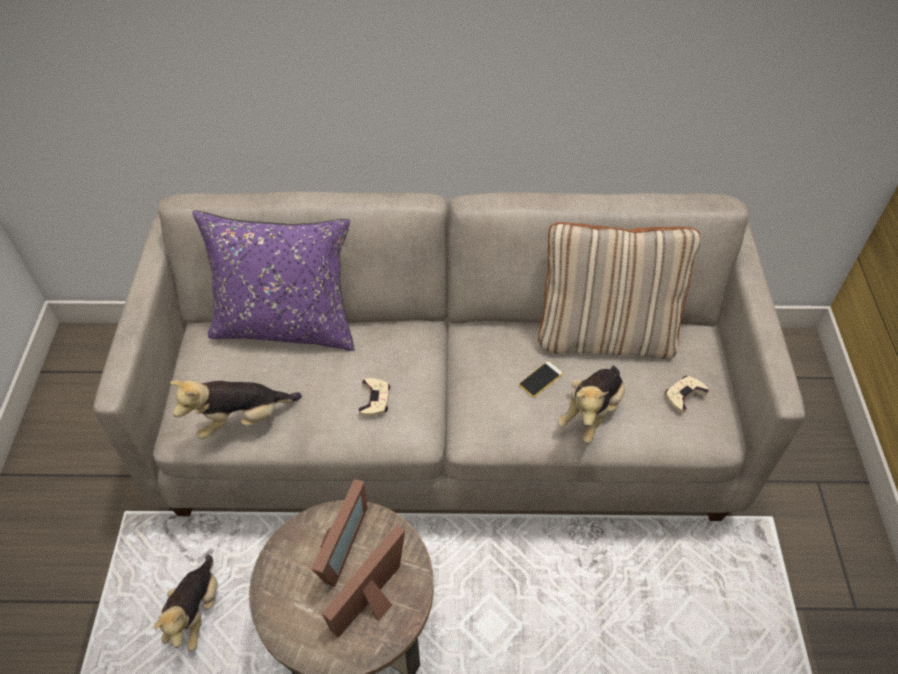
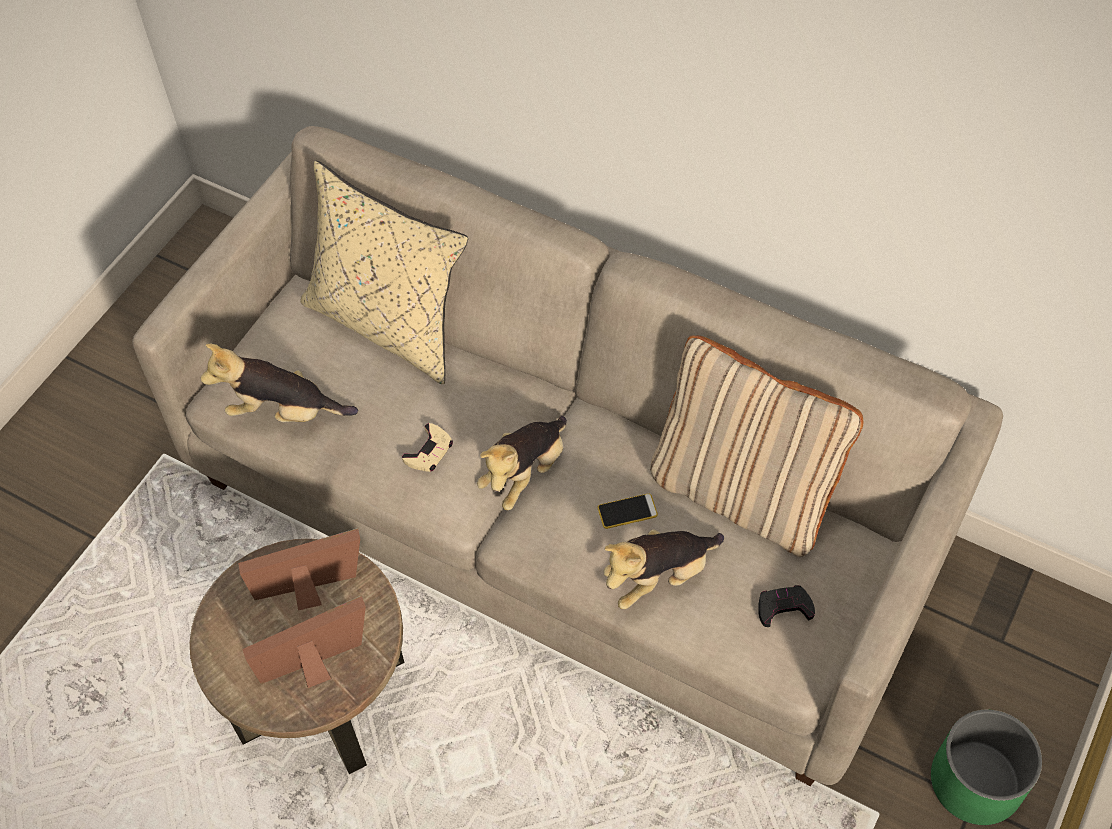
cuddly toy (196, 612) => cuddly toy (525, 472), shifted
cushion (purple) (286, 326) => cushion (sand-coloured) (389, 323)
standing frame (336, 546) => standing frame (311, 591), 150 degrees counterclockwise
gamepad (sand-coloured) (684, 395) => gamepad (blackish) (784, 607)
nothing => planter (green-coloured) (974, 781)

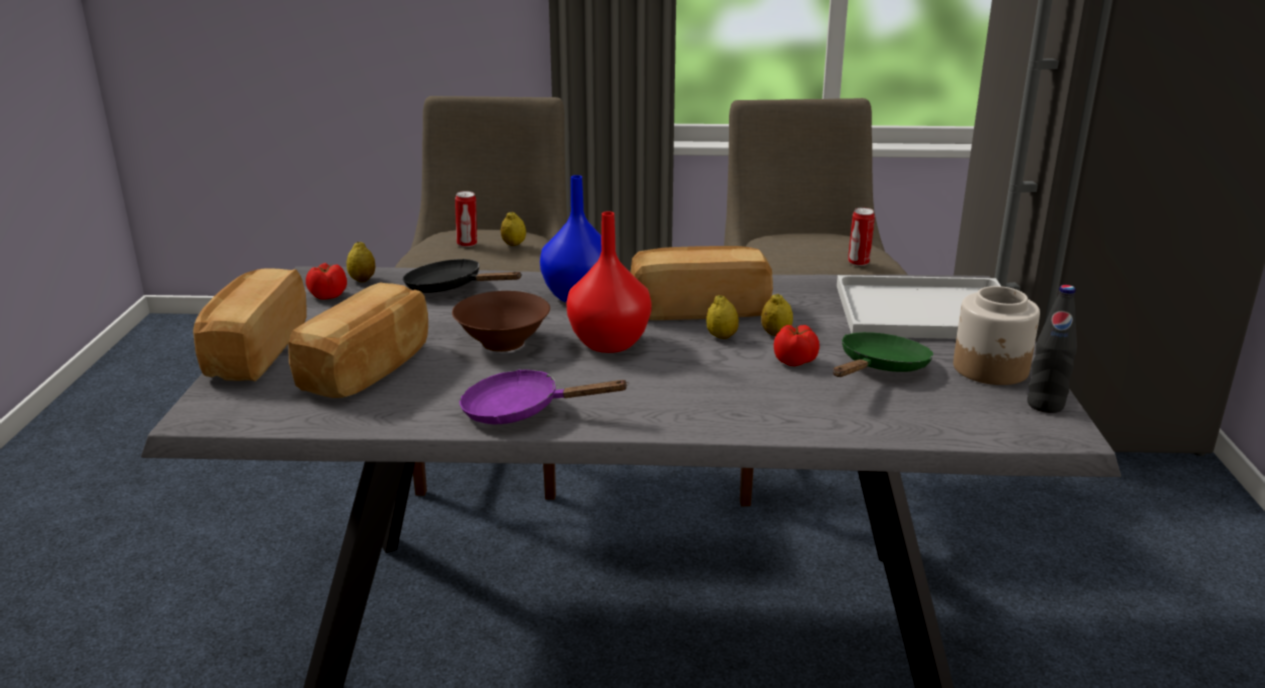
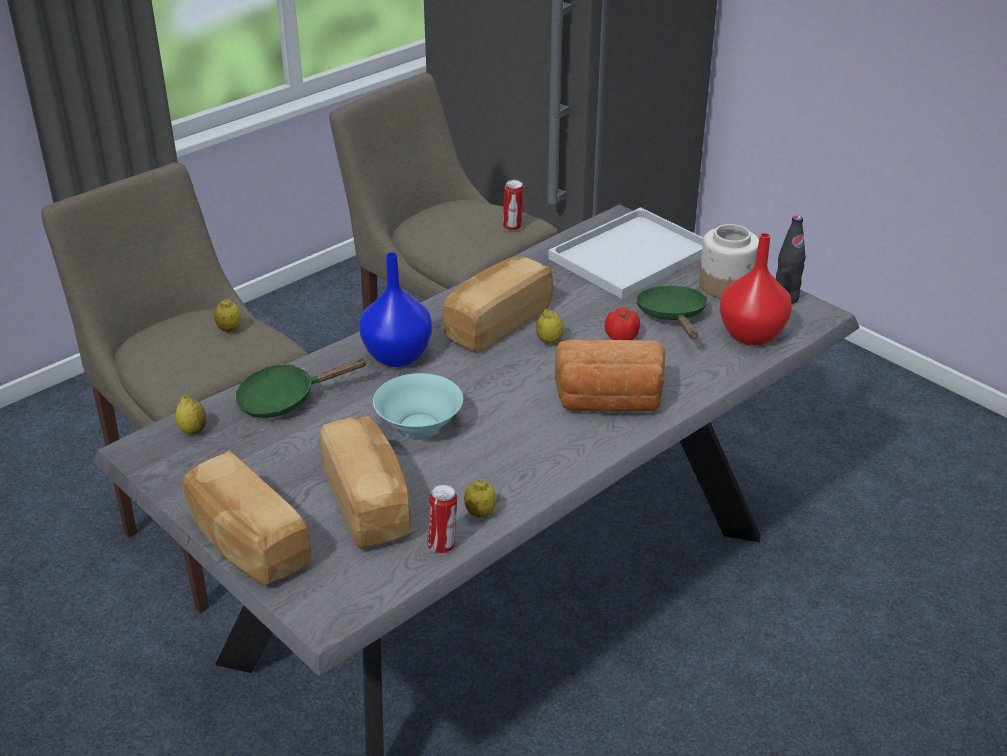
whole tomato (327, 295) => nothing
skillet (blackish) (451, 288) => skillet (green-coloured) (285, 399)
bowl (brown-coloured) (503, 343) => bowl (turquoise-coloured) (420, 426)
sealed can (467, 244) => sealed can (443, 545), shifted
skillet (purple) (521, 411) => nothing
flower vase (red-coloured) (609, 344) => flower vase (red-coloured) (753, 335), shifted
citrus fruit (776, 334) => citrus fruit (480, 513), shifted
nothing => bread (609, 402)

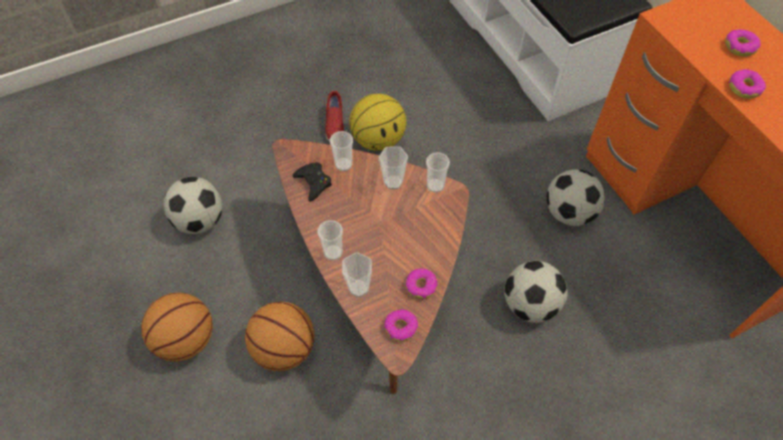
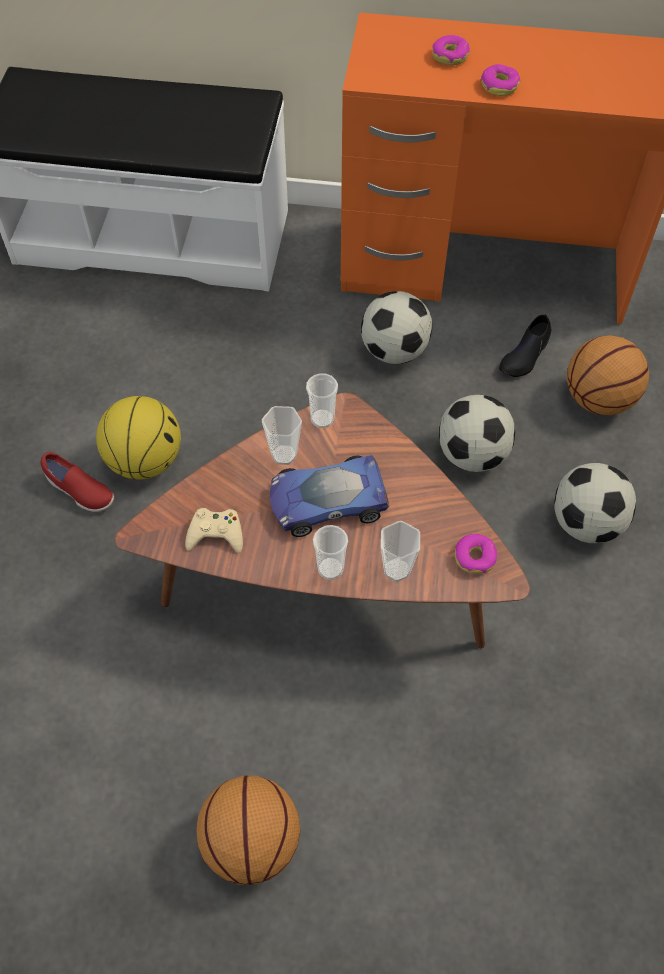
football ball (199, 220) => football ball (586, 523), shifted
basketball (284, 349) => basketball (598, 400), shifted
gamepad (blackish) (313, 183) => gamepad (sand-coloured) (216, 534)
drinking cup (343, 164) => nothing
donut (421, 286) => nothing
nothing => model car (326, 501)
nothing => shoe (blackish) (525, 355)

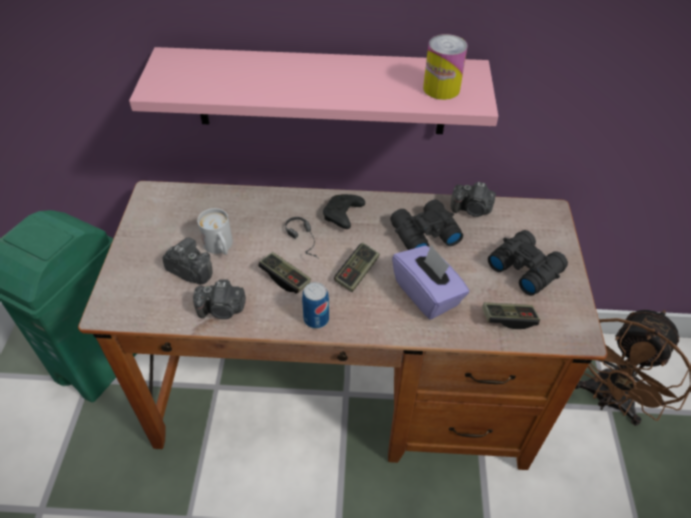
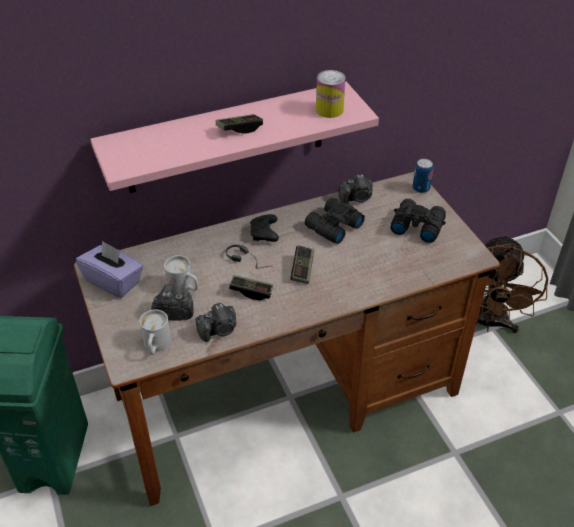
sealed can (316, 319) => sealed can (421, 188), shifted
tissue box (purple) (427, 294) => tissue box (purple) (114, 281), shifted
gamepad (508, 319) => gamepad (239, 129), shifted
nothing => mug (white-coloured) (156, 346)

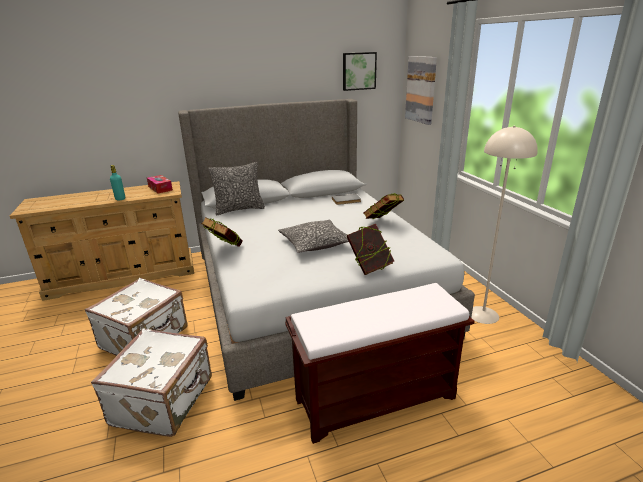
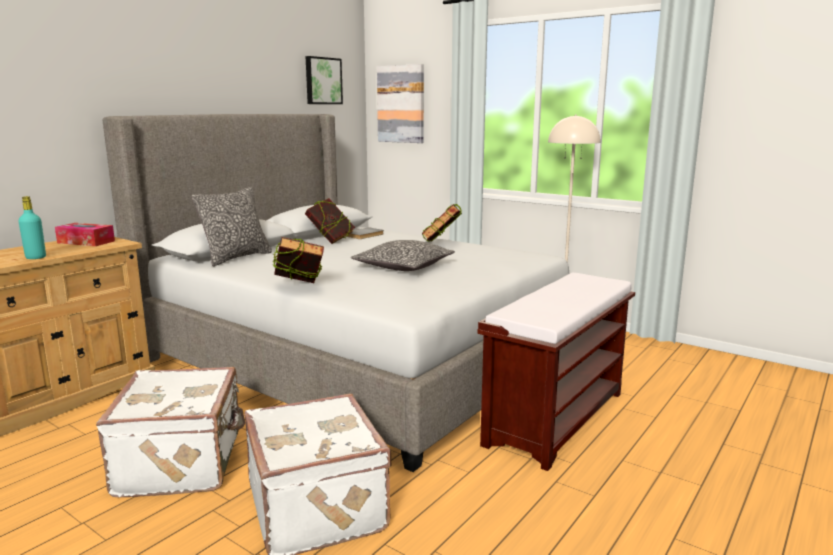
bound book (369, 267) => bound book (331, 241), shifted

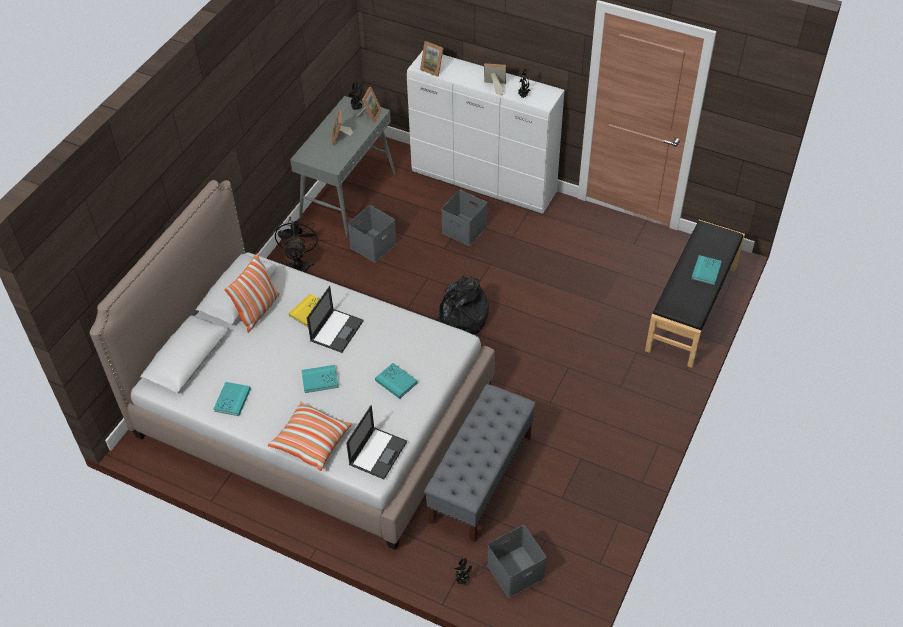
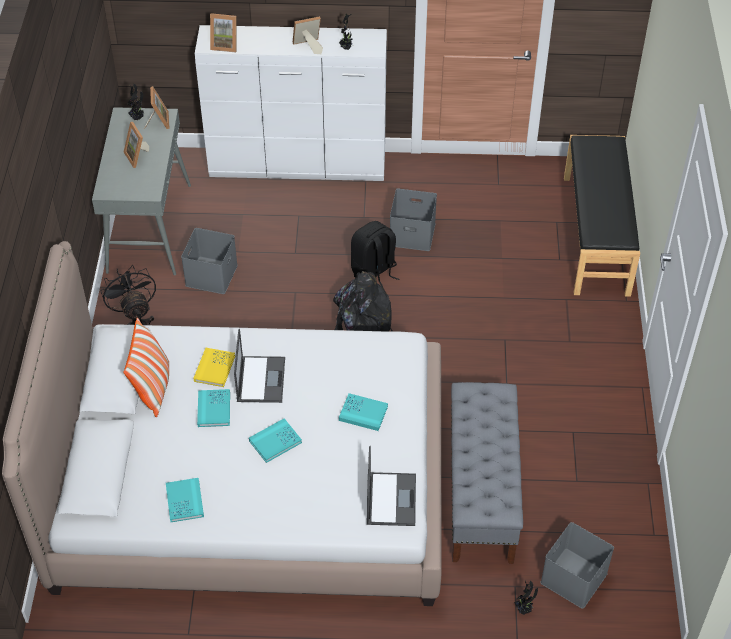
cushion (311, 442) => nothing
storage bin (gray) (465, 229) => storage bin (gray) (413, 233), shifted
bound book (turquoise-coloured) (706, 271) => bound book (turquoise-coloured) (214, 409), shifted
nothing => rucksack (blackish) (374, 272)

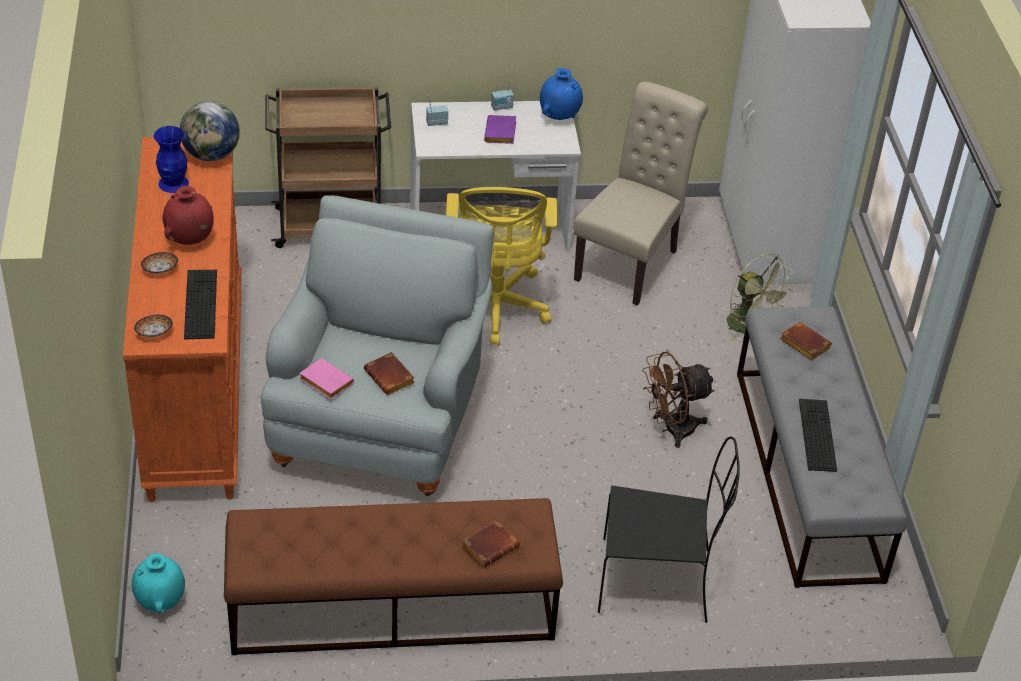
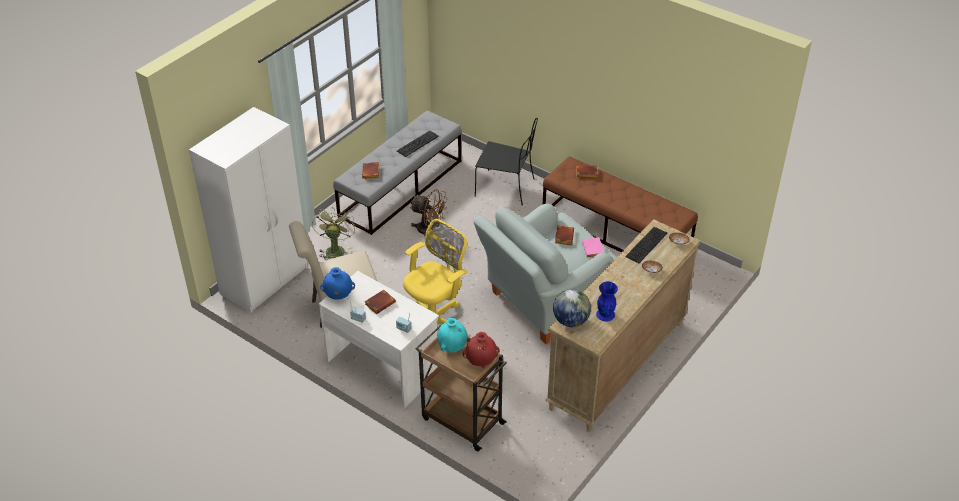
drawer chest (orange-coloured) (196, 388) => drawer chest (sand-coloured) (616, 366)
flower vase (turquoise-coloured) (160, 602) => flower vase (turquoise-coloured) (452, 347), shifted
flower vase (red-coloured) (190, 240) => flower vase (red-coloured) (481, 361), shifted
bound book (purple) (501, 134) => bound book (brown-coloured) (380, 303)
plain chair (blackish) (658, 581) => plain chair (blackish) (506, 188), 150 degrees clockwise

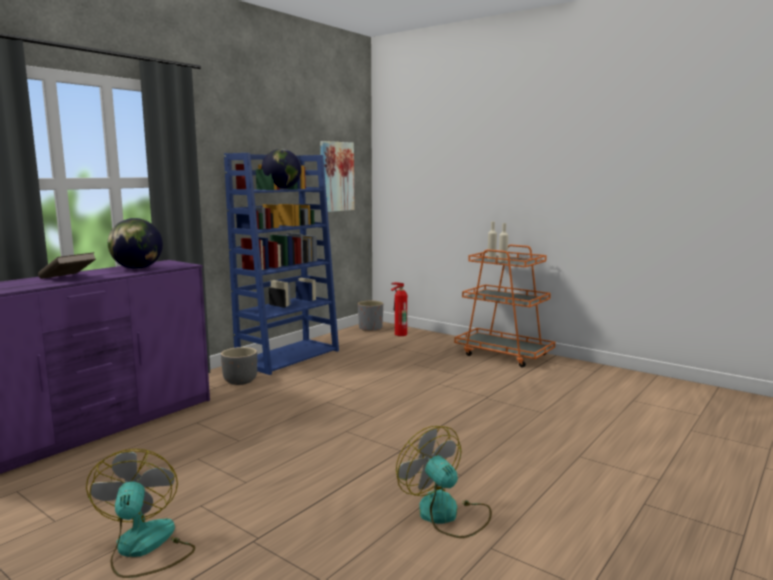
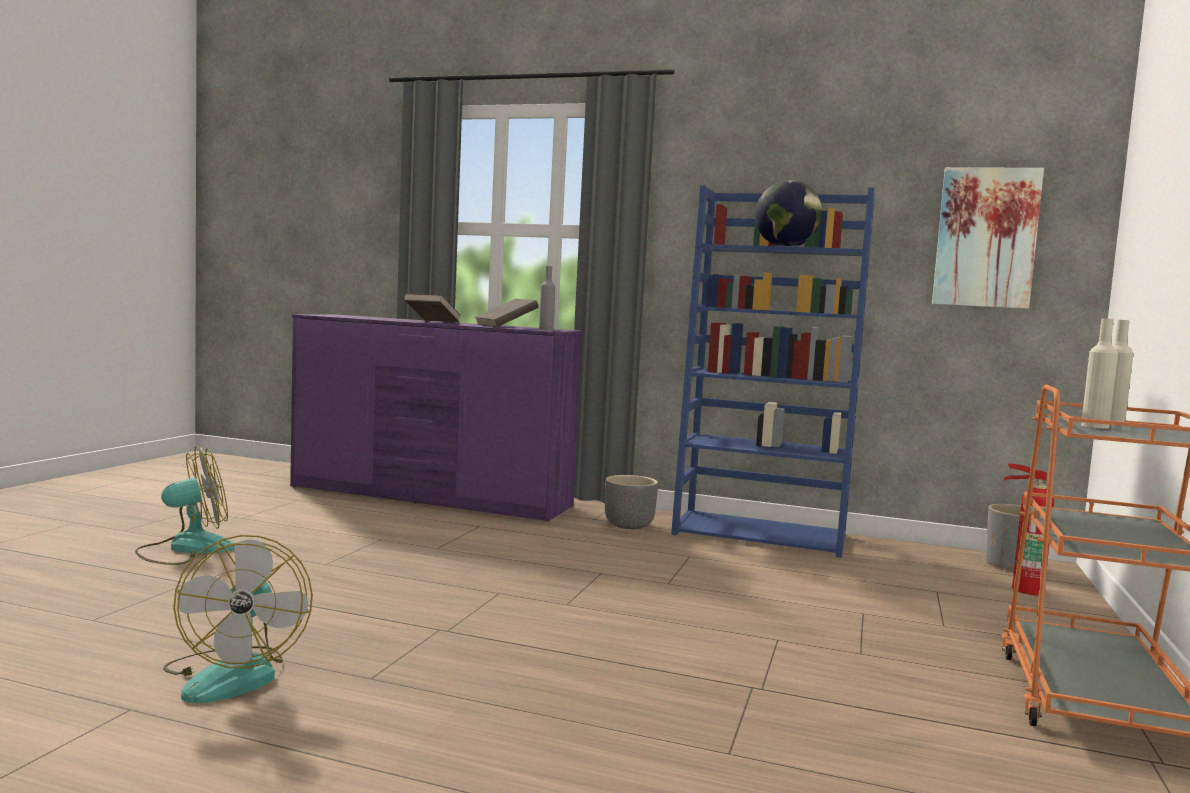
desk globe (137, 268) => bound book (brown-coloured) (506, 326)
electric fan (446, 515) => electric fan (235, 674), 135 degrees clockwise
nothing => drink bottle (gray) (546, 330)

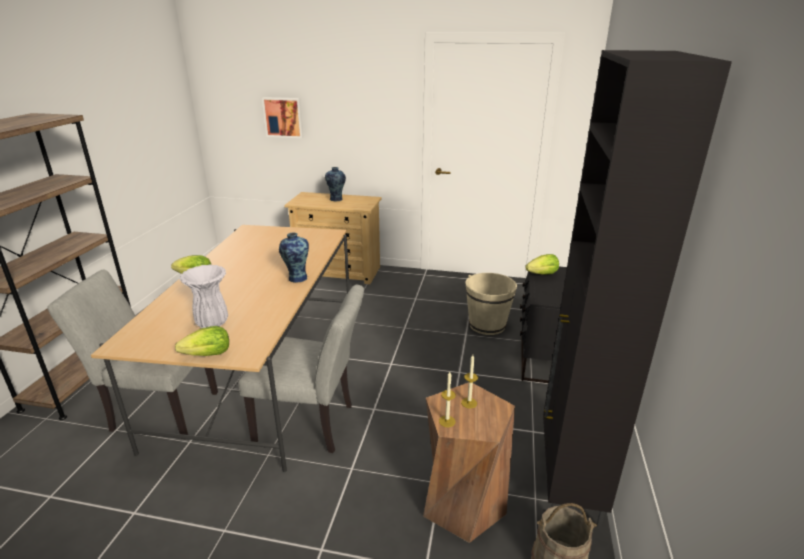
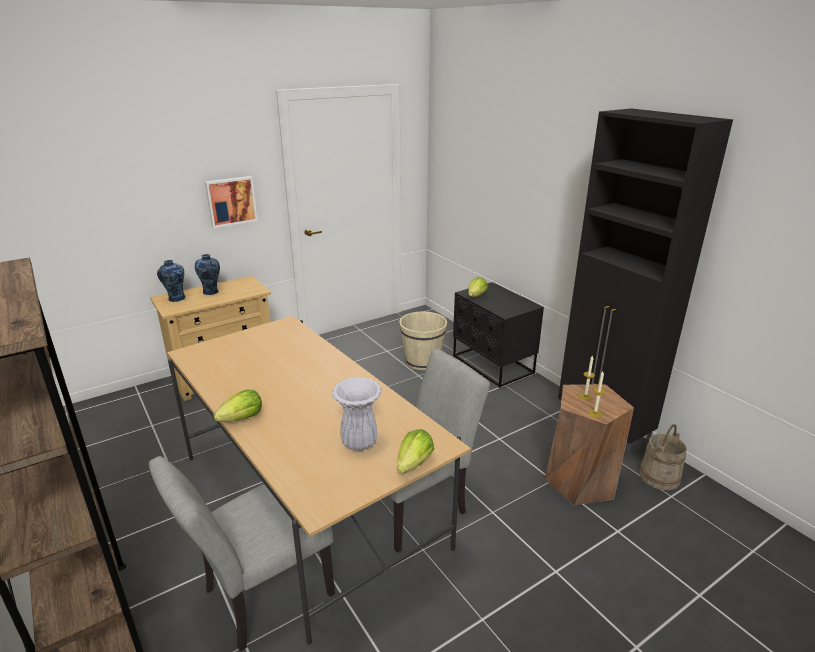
wall art (284, 117) => wall art (231, 201), shifted
flower vase (297, 278) => flower vase (176, 298), shifted

